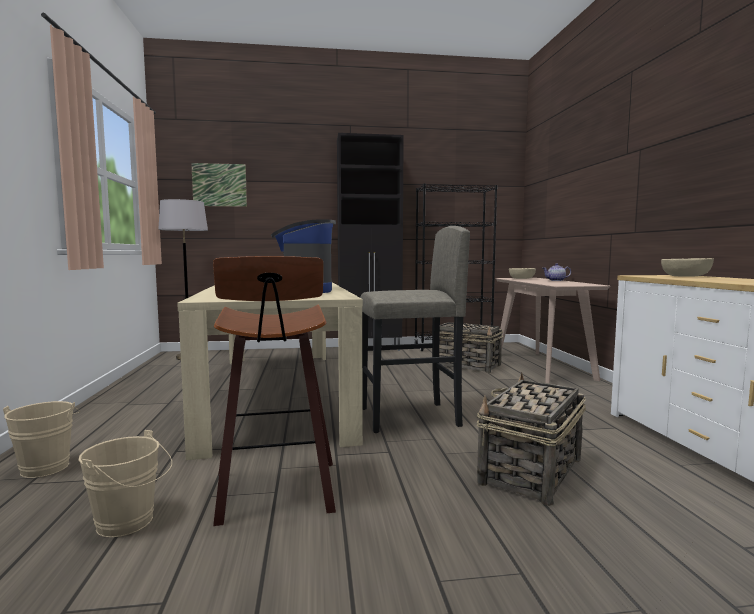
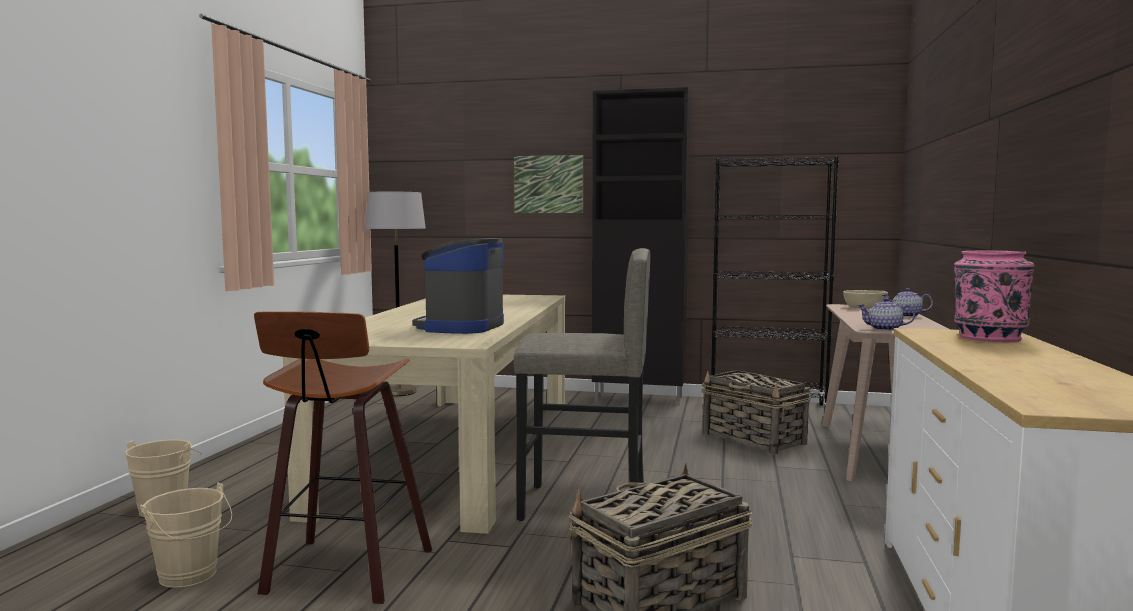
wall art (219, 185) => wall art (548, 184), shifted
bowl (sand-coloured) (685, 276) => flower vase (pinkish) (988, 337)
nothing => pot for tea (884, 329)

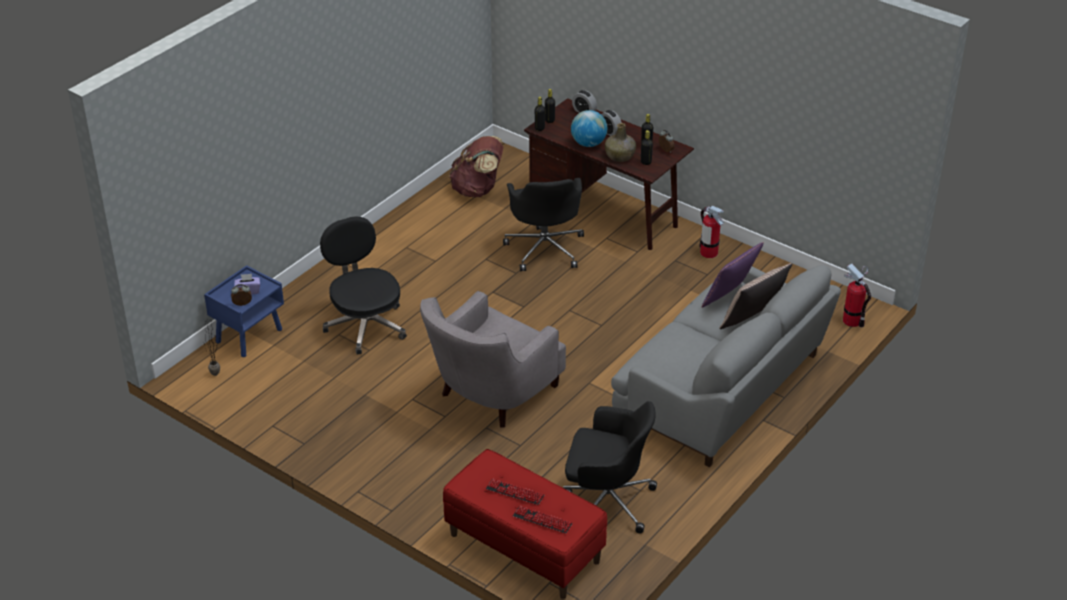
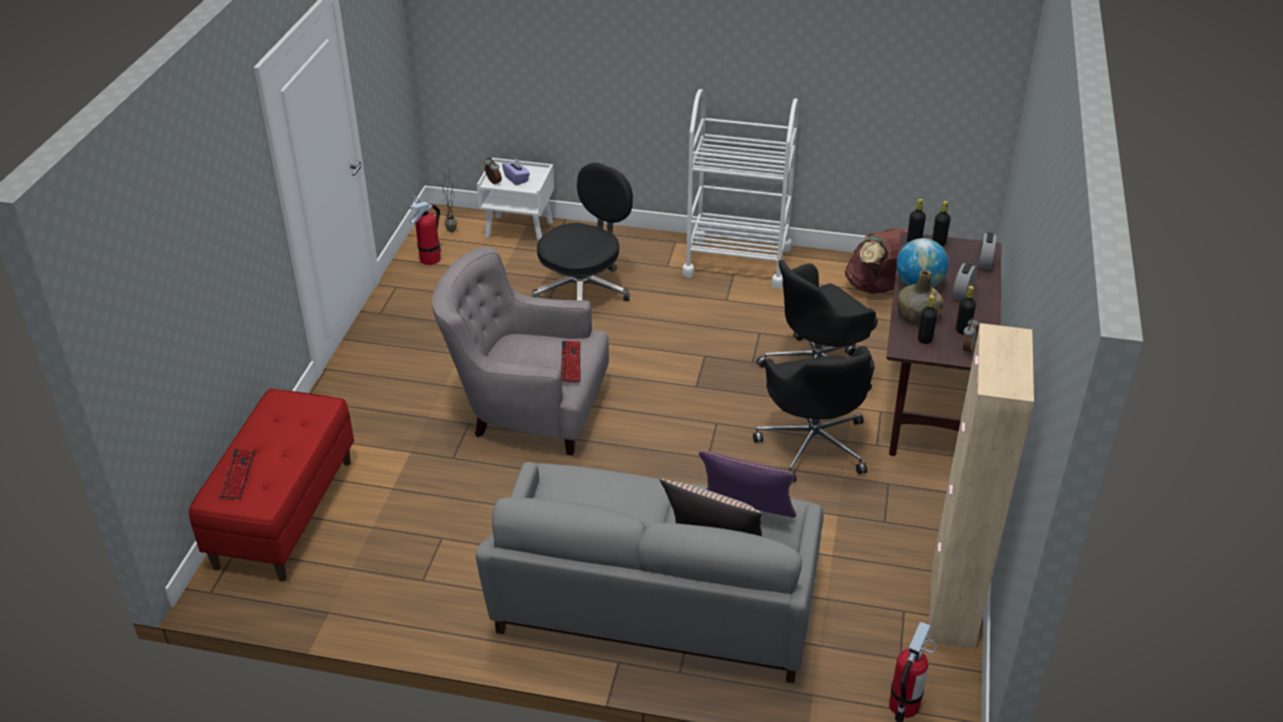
nightstand (blue-coloured) (249, 335) => nightstand (white-coloured) (520, 230)
keyboard (515, 493) => keyboard (570, 362), shifted
computer chair (blackish) (606, 501) => computer chair (blackish) (813, 444), shifted
fire extinguisher (708, 252) => fire extinguisher (430, 259), shifted
nothing => cart (white-coloured) (737, 261)
nothing => storage cabinet (sand-coloured) (952, 606)

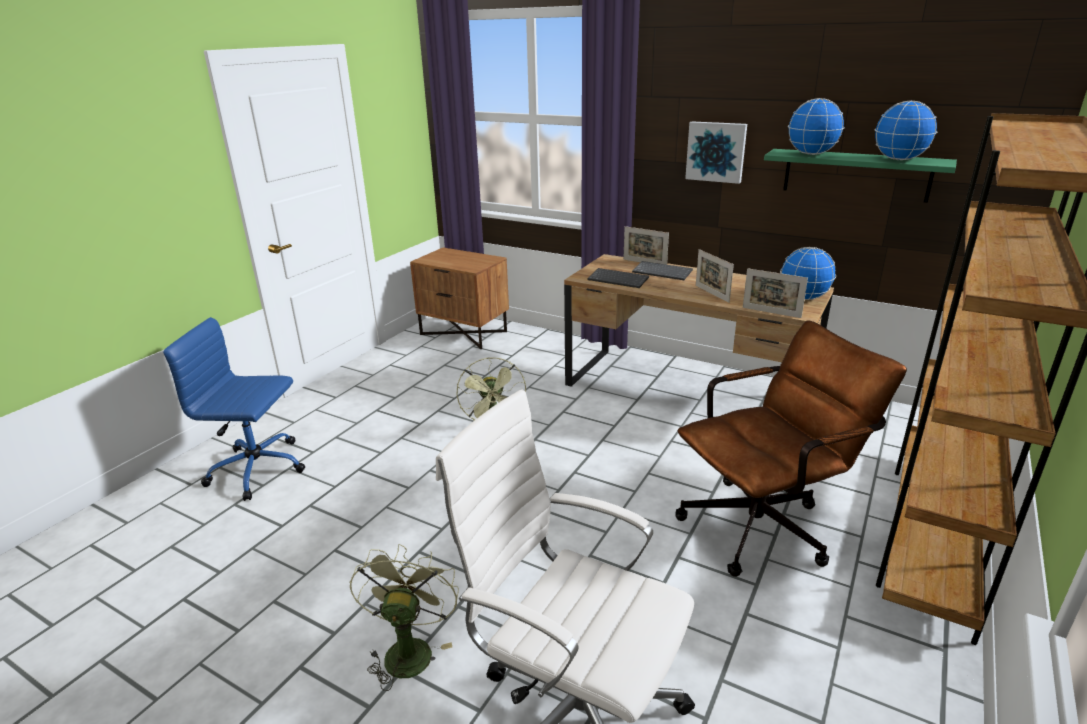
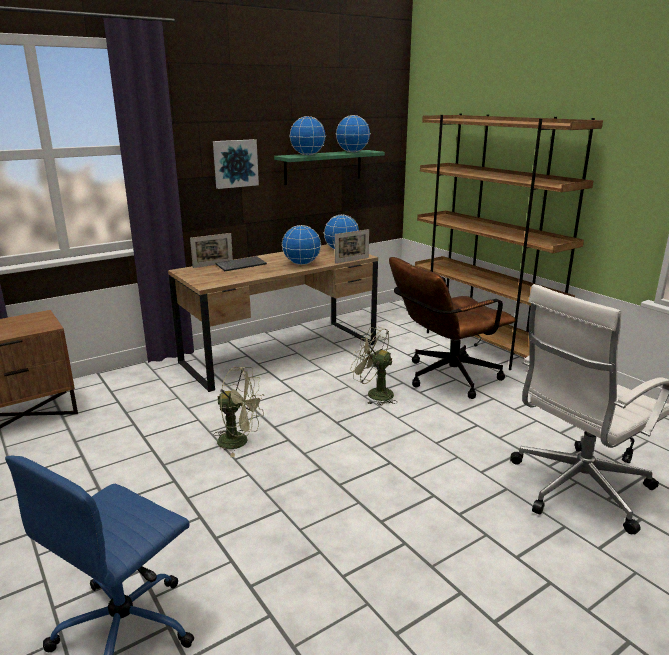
electric fan (green-coloured) (409, 649) => electric fan (green-coloured) (374, 394), shifted
keyboard (619, 279) => nothing
computer chair (brown-coloured) (765, 524) => computer chair (brown-coloured) (445, 378), 120 degrees counterclockwise
standing frame (711, 293) => desk globe (302, 264)

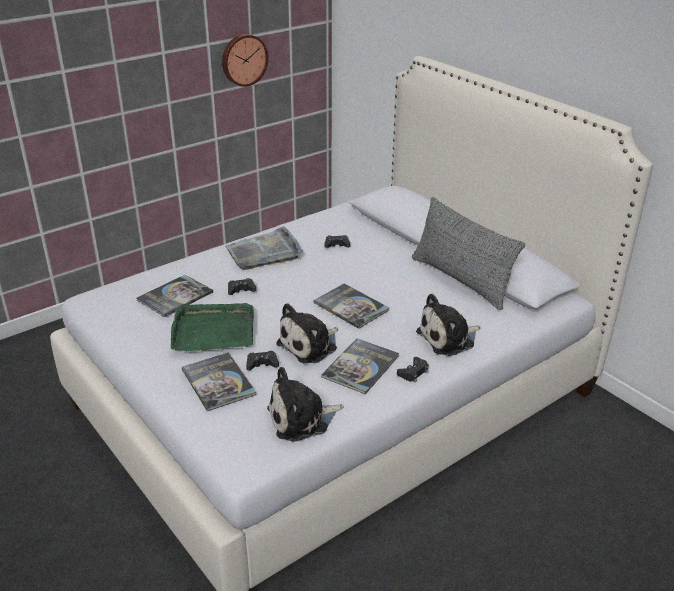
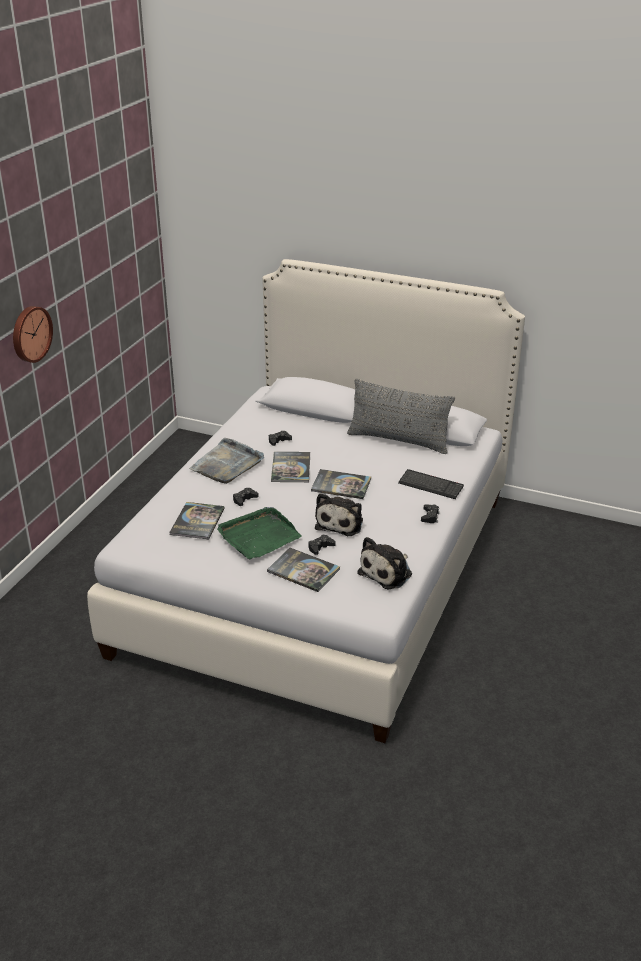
wall clock (243, 59) => wall clock (30, 333), shifted
bound book (360, 366) => bound book (291, 468), shifted
cuddly toy (448, 339) => keyboard (430, 485)

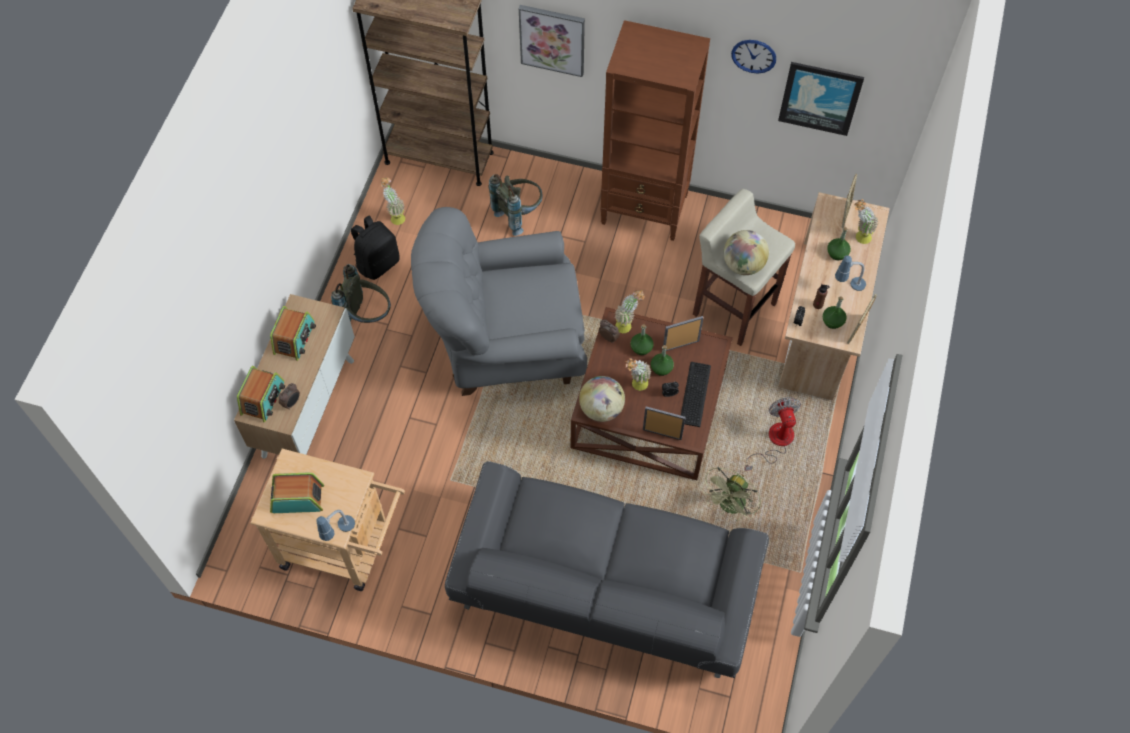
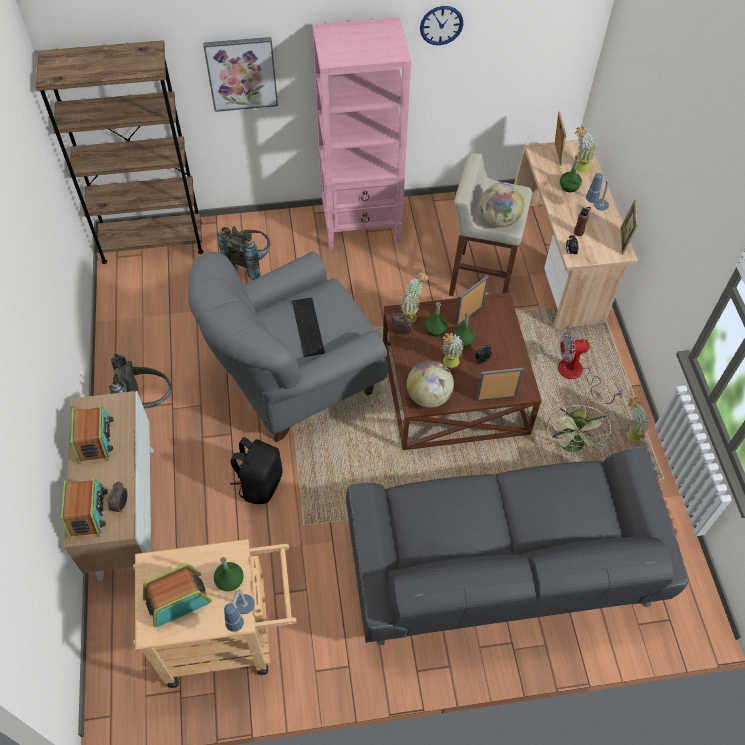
rucksack (blackish) (378, 263) => rucksack (blackish) (260, 483), shifted
houseplant (395, 216) => houseplant (629, 434), shifted
bookshelf (brown-coloured) (645, 210) => bookshelf (pinkish) (362, 225)
keyboard (693, 394) => keyboard (307, 328), shifted
electric fan (774, 441) => electric fan (577, 375), 60 degrees counterclockwise
wall art (820, 97) => nothing
drink bottle (green-coloured) (832, 321) => drink bottle (green-coloured) (229, 580), shifted

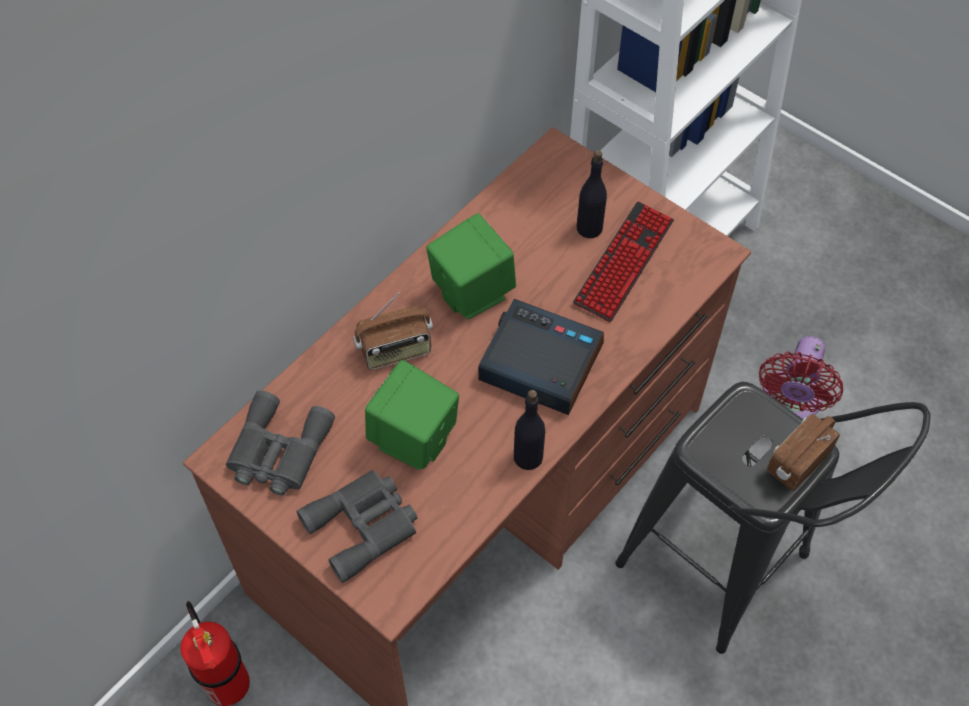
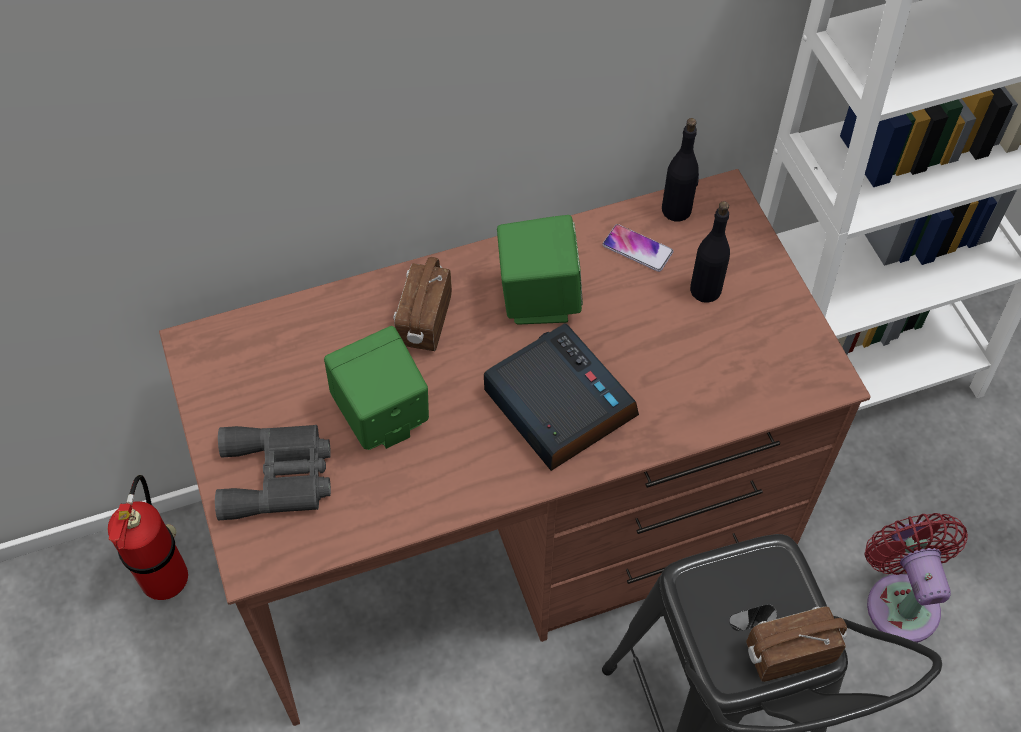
pair of binoculars (gray) (277, 452) => nothing
radio set (395, 351) => radio set (423, 321), 90 degrees clockwise
drink bottle (blackish) (528, 457) => drink bottle (blackish) (677, 210), shifted
keyboard (624, 262) => nothing
electric fan (red-coloured) (790, 402) => electric fan (red-coloured) (900, 600), 120 degrees clockwise
nothing => handset (637, 249)

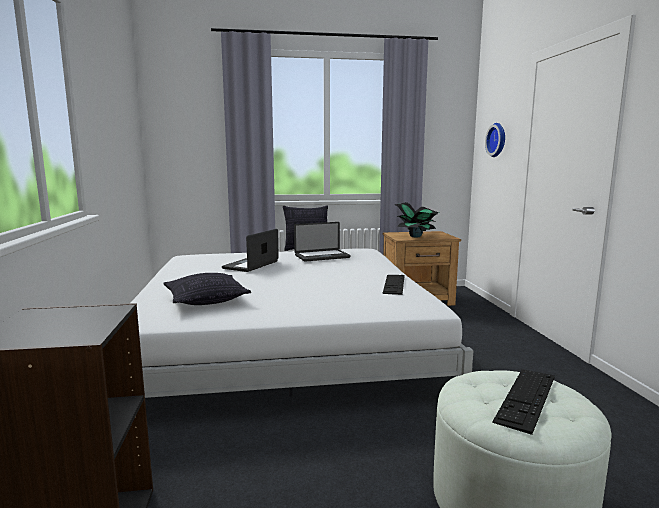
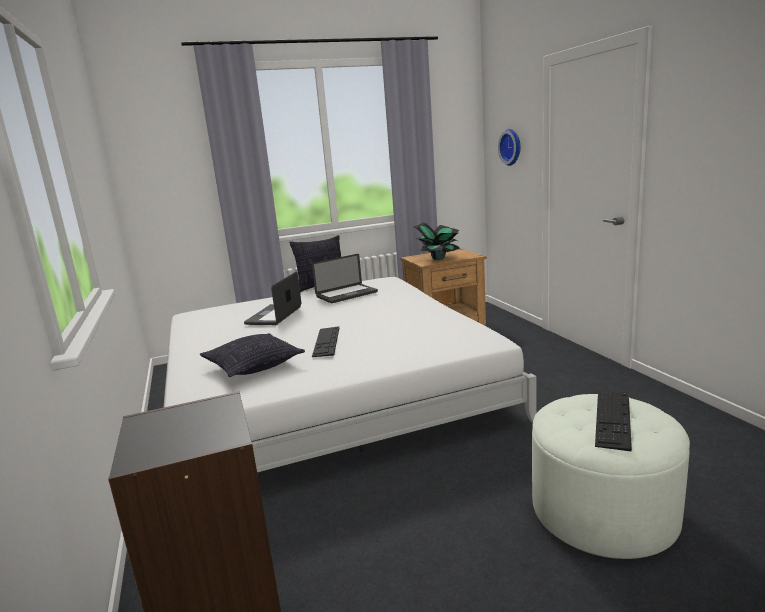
keyboard (394, 284) => keyboard (326, 341), shifted

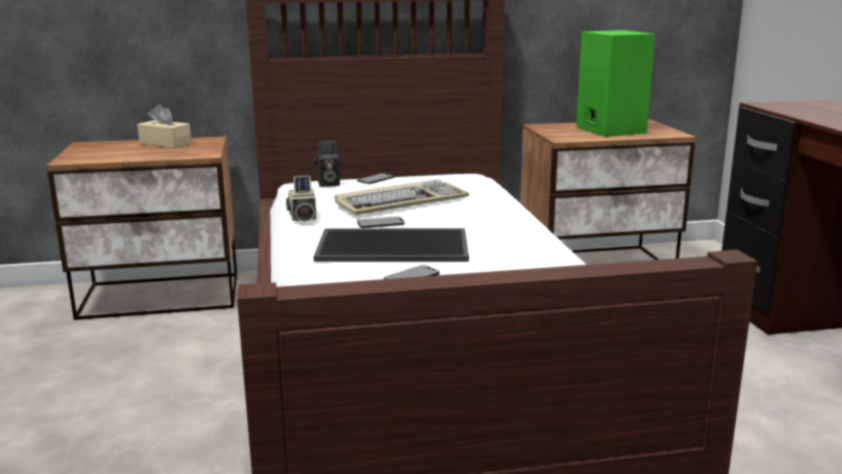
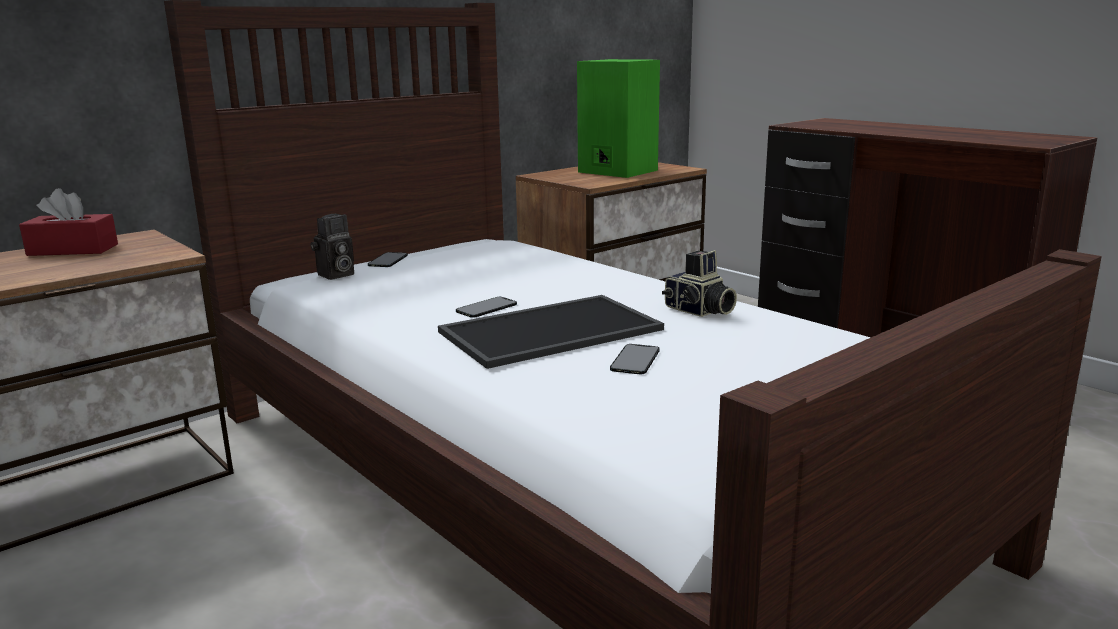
tissue box (sand-coloured) (165, 143) => tissue box (red-coloured) (73, 250)
still camera (302, 218) => still camera (699, 311), shifted
keyboard (401, 202) => nothing

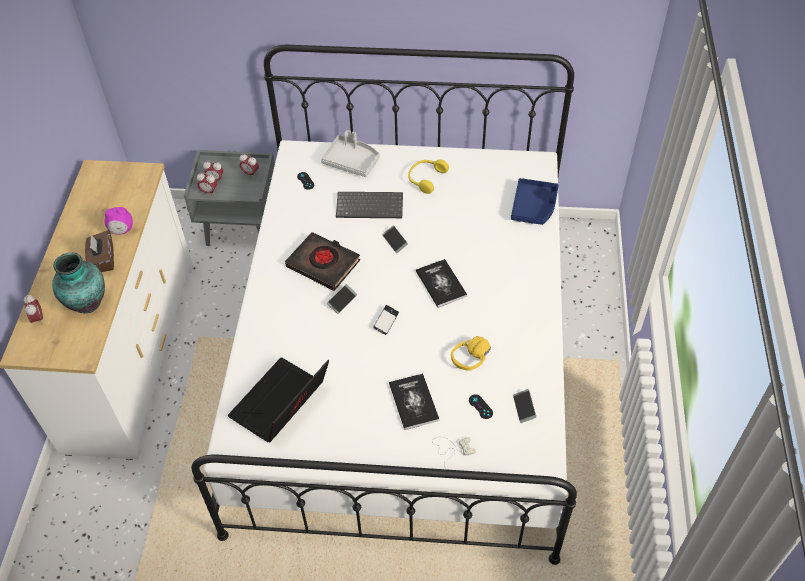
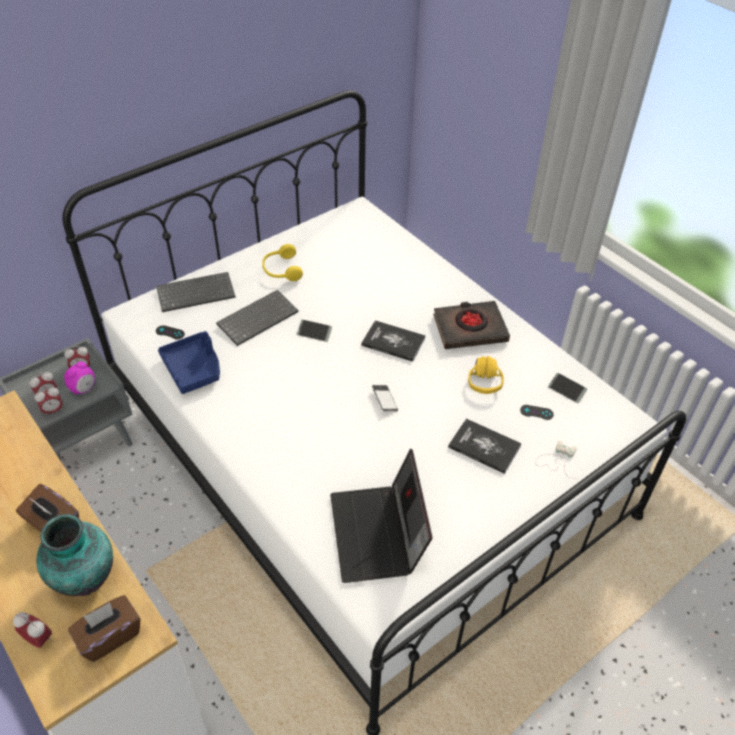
table clock (122, 230) => table clock (83, 389), shifted
bound book (blackish) (323, 264) => bound book (blackish) (470, 329), shifted
serving tray (gray) (352, 161) => keyboard (196, 292)
handset (342, 301) => nothing
serving tray (blue-coloured) (534, 207) => serving tray (blue-coloured) (193, 369), shifted
nothing => tissue box (brown-coloured) (110, 636)

